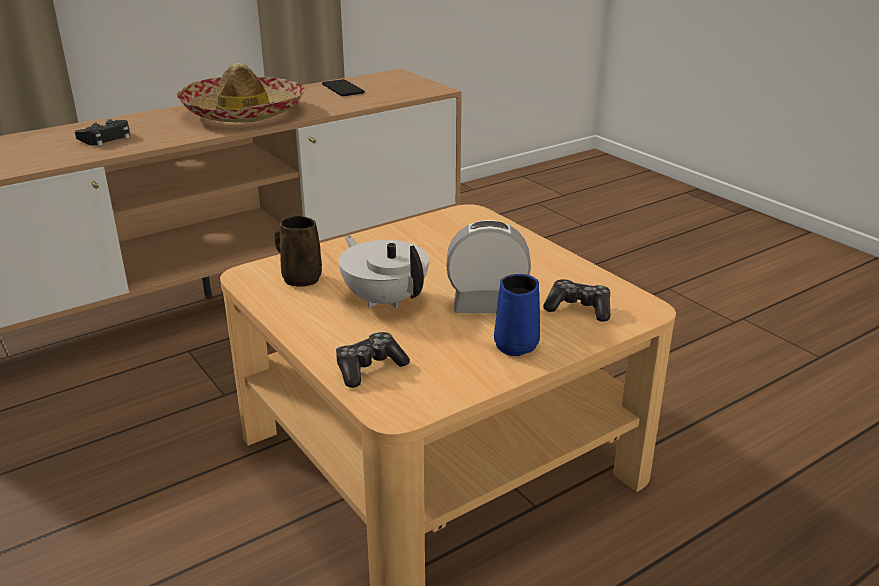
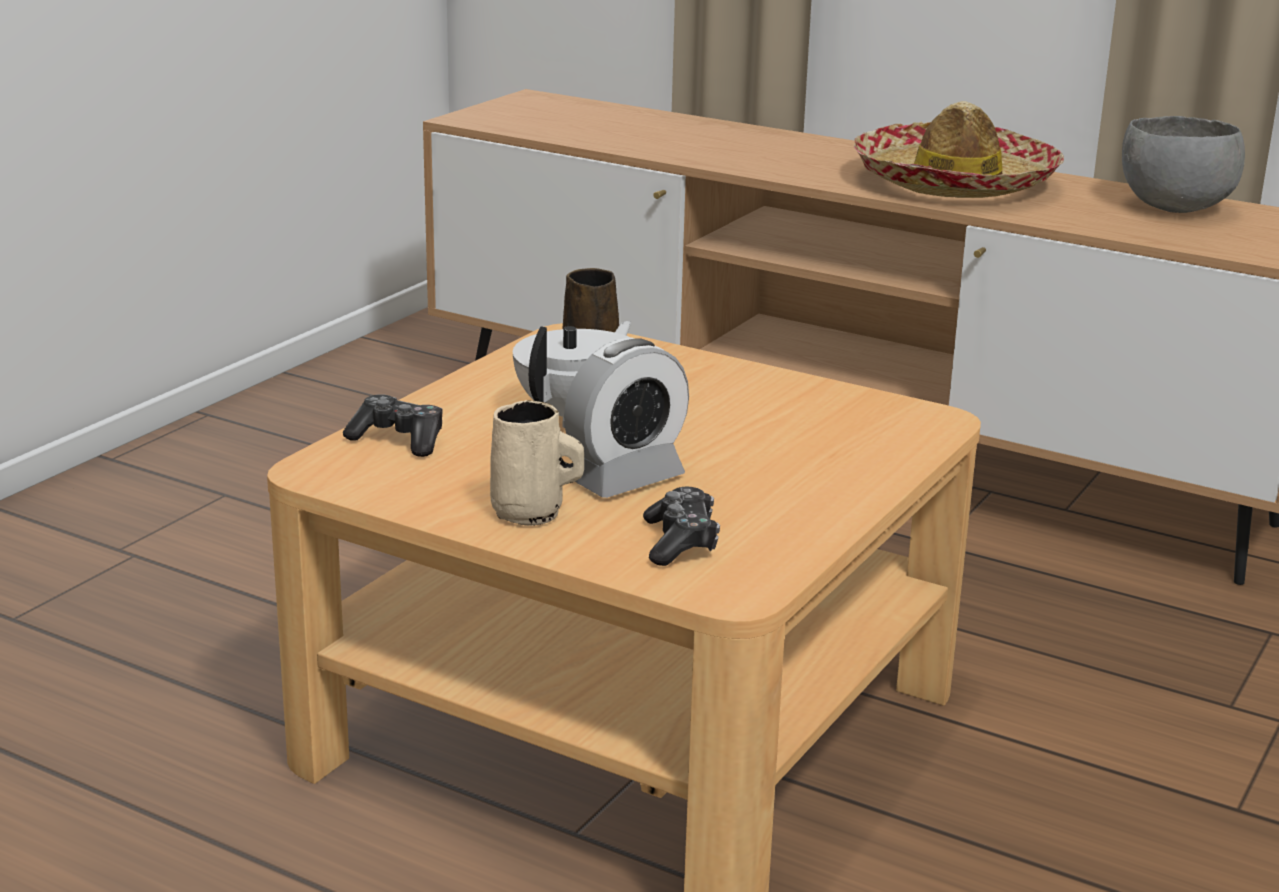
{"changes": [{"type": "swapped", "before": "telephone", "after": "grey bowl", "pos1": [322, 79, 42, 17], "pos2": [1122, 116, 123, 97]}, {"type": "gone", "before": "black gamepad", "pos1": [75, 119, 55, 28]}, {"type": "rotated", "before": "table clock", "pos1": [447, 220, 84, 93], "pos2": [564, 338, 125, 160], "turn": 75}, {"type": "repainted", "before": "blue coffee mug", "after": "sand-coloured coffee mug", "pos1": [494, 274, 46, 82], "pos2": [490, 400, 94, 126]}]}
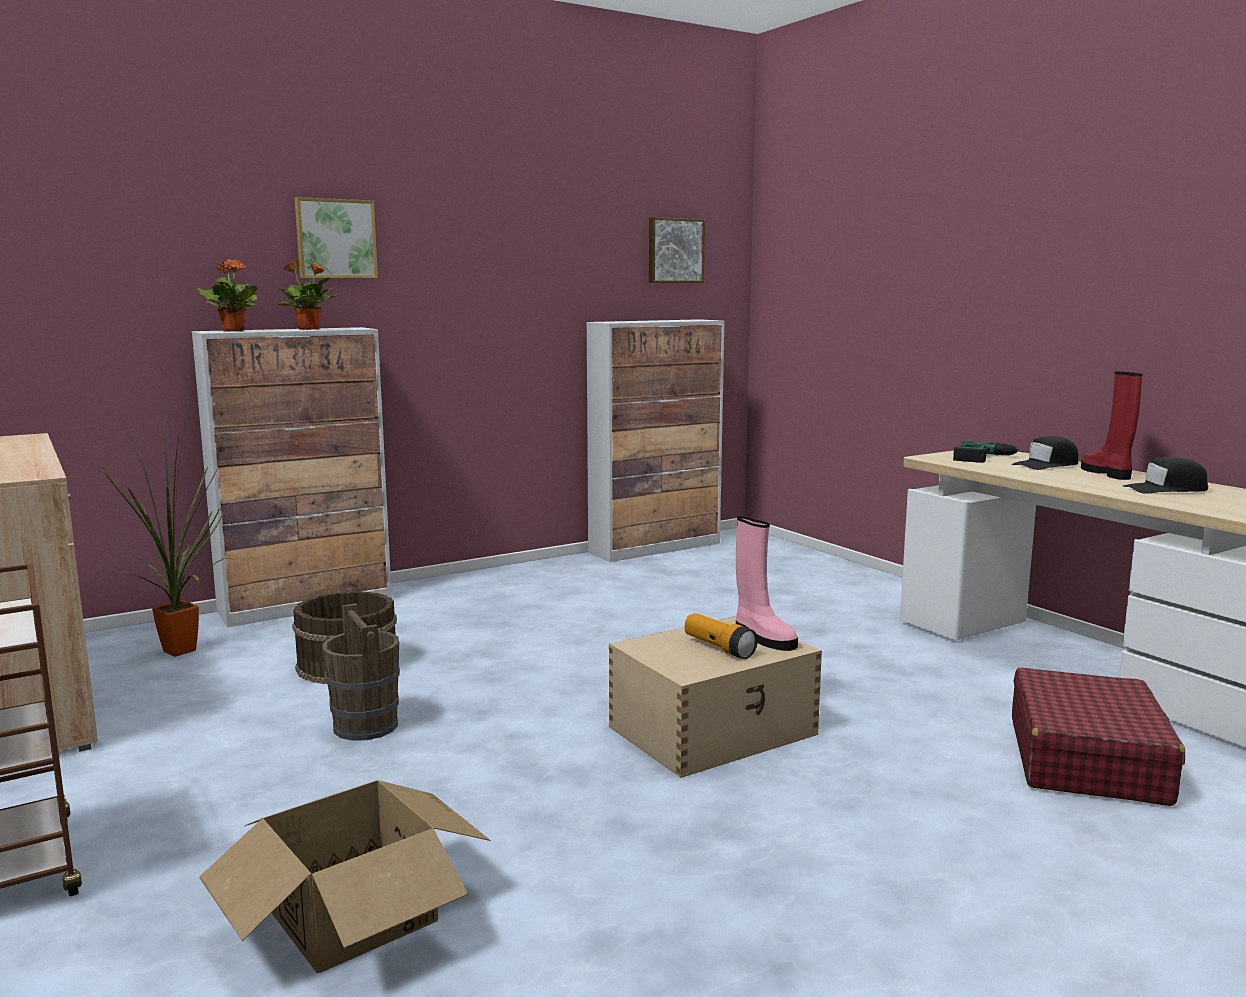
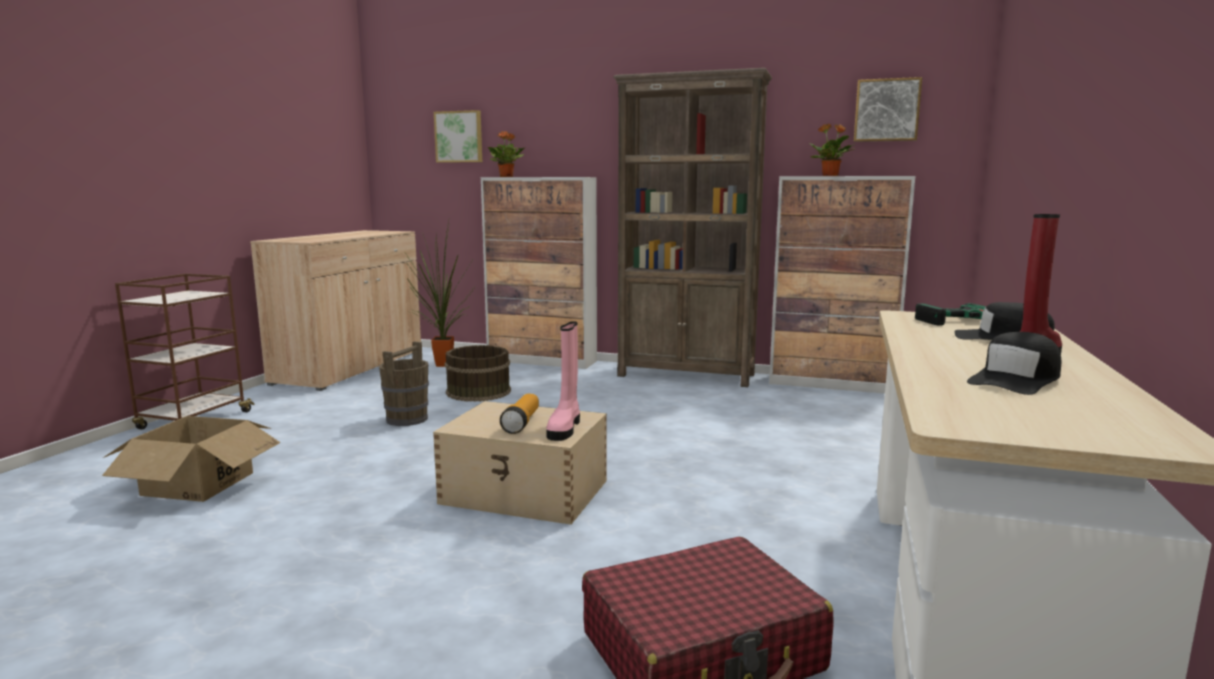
{"changes": [{"type": "shifted", "before": "picture", "pos1": [295, 197, 83, 81], "pos2": [434, 110, 48, 53]}, {"type": "shifted", "before": "potted plant", "pos1": [275, 260, 64, 70], "pos2": [809, 124, 46, 52]}, {"type": "rotated", "before": "black cap", "pos1": [1123, 457, 85, 37], "pos2": [967, 332, 94, 63], "turn": -90}, {"type": "new", "after": "brown-coloured shelving unit", "pos2": [613, 68, 159, 319]}]}
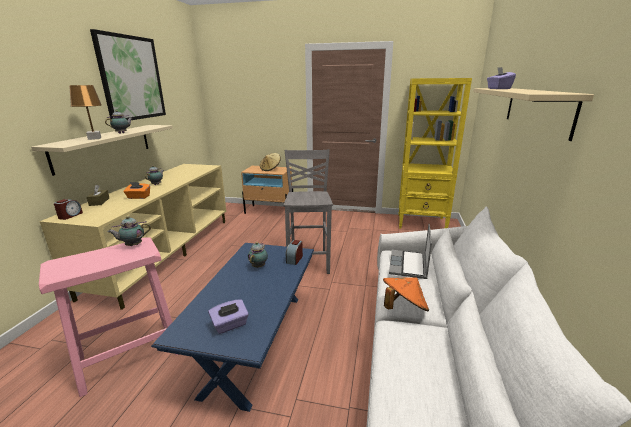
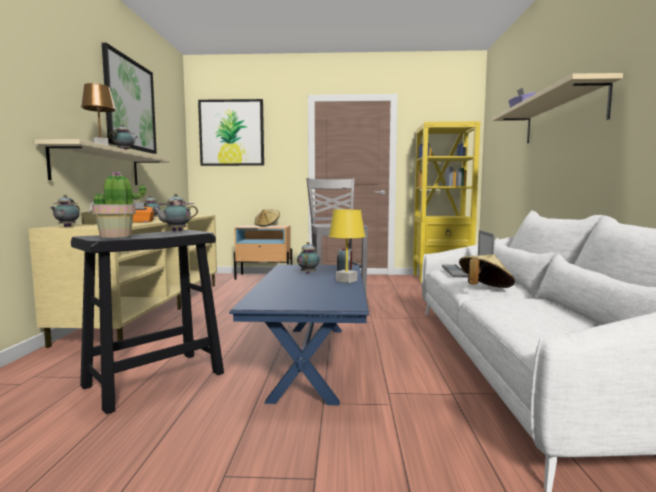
{"changes": [{"type": "swapped", "before": "table clock", "after": "teapot", "pos1": [54, 199, 29, 21], "pos2": [50, 195, 30, 32]}, {"type": "repainted", "before": "pink stool seat", "after": "black stool seat", "pos1": [39, 237, 140, 160], "pos2": [71, 230, 153, 184]}, {"type": "repainted", "before": "orange-coloured hat", "after": "sand-coloured hat", "pos1": [383, 277, 46, 35], "pos2": [459, 254, 56, 34]}, {"type": "gone", "before": "purplish tissue box", "pos1": [208, 300, 41, 34]}, {"type": "new", "after": "picture", "pos2": [198, 99, 66, 67]}, {"type": "new", "after": "potted plant", "pos2": [91, 171, 55, 67]}, {"type": "new", "after": "yellow-coloured tabletop lamp", "pos2": [328, 209, 37, 74]}]}
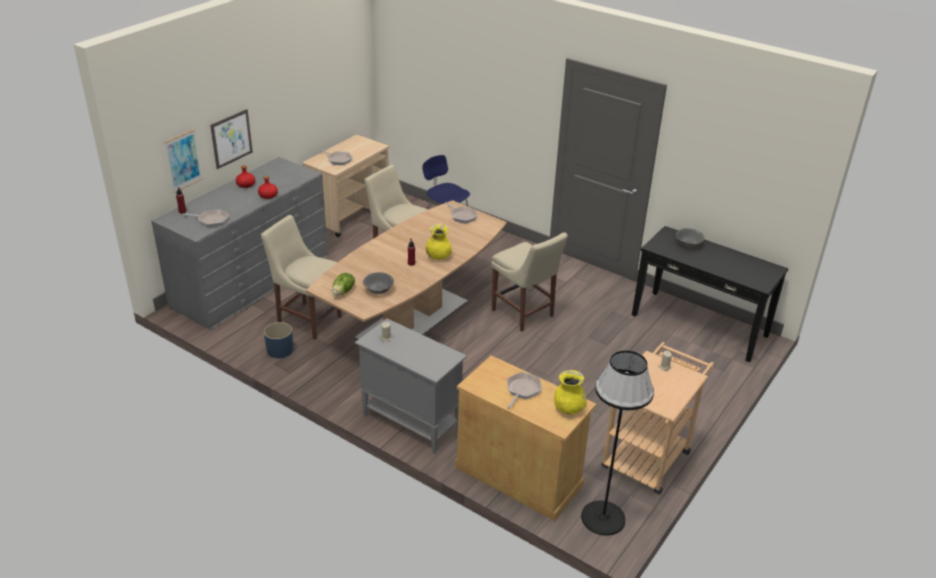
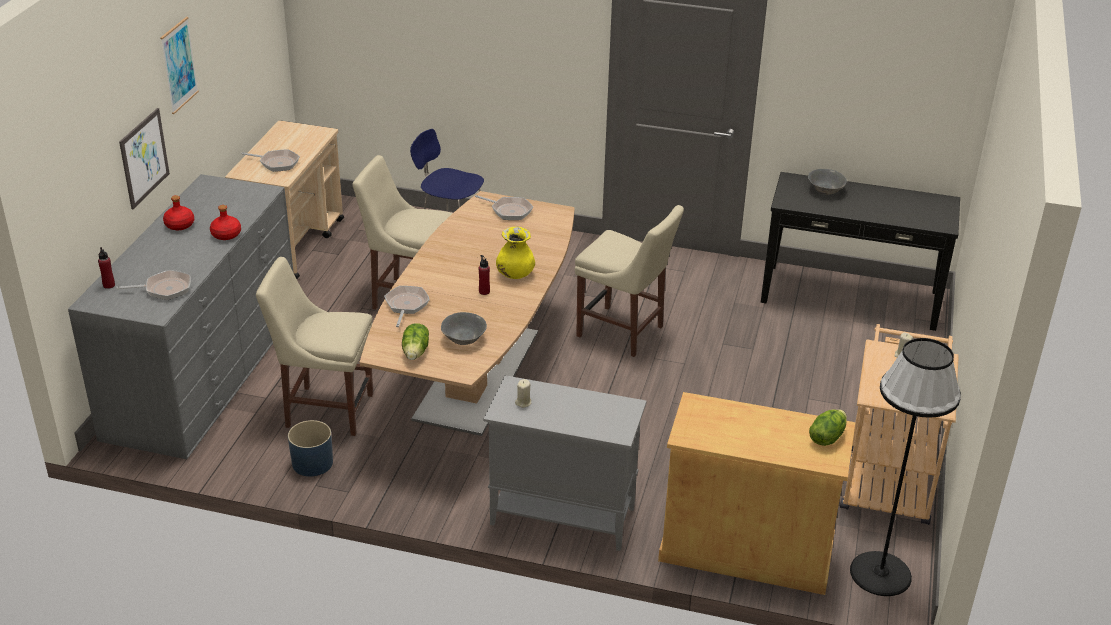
{"changes": [{"type": "shifted", "before": "picture", "pos1": [164, 129, 38, 64], "pos2": [160, 17, 39, 97]}, {"type": "swapped", "before": "yellow-coloured decorative vase", "after": "head of lettuce", "pos1": [554, 370, 33, 44], "pos2": [809, 409, 38, 37]}, {"type": "shifted", "before": "frying pan", "pos1": [507, 372, 35, 37], "pos2": [384, 286, 46, 41]}]}
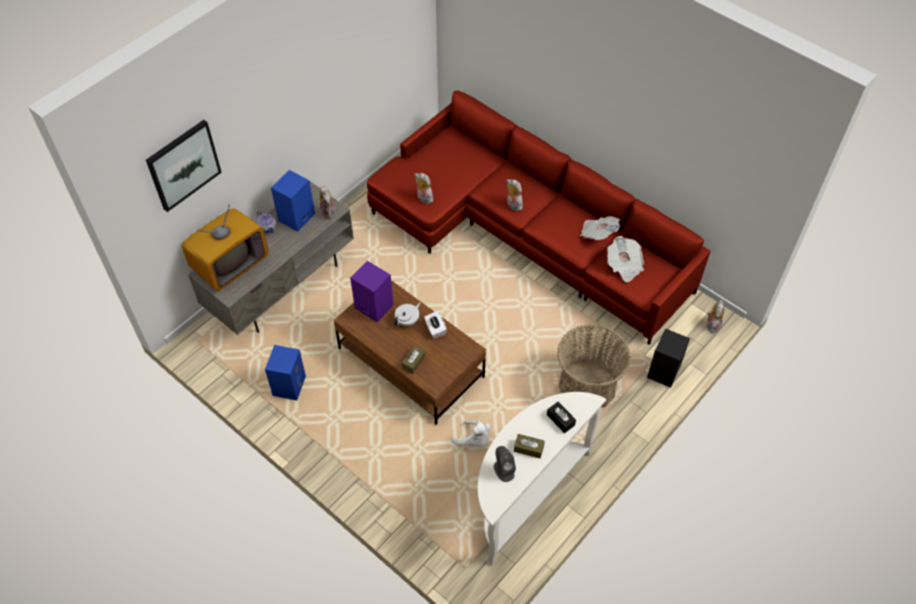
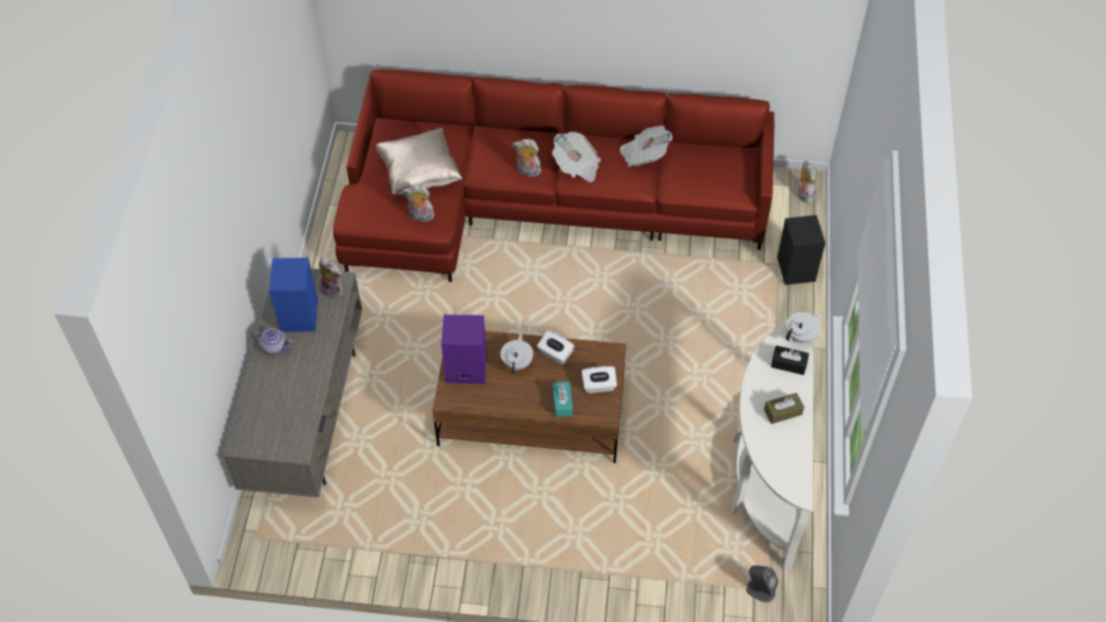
{"changes": [{"type": "gone", "before": "picture", "pos1": [146, 120, 76, 92]}, {"type": "gone", "before": "TV", "pos1": [182, 204, 87, 87]}, {"type": "shifted", "before": "daily paper", "pos1": [607, 236, 37, 46], "pos2": [552, 132, 49, 50]}, {"type": "gone", "before": "storage basket", "pos1": [557, 324, 74, 84]}, {"type": "gone", "before": "blue loudspeaker", "pos1": [265, 345, 41, 55]}, {"type": "repainted", "before": "brown-coloured tissue box", "after": "blue-green tissue box", "pos1": [402, 345, 24, 29], "pos2": [553, 382, 20, 35]}, {"type": "gone", "before": "white cuddly toy", "pos1": [452, 421, 38, 26]}, {"type": "shifted", "before": "grey loudspeaker", "pos1": [494, 446, 22, 36], "pos2": [746, 565, 33, 37]}, {"type": "new", "after": "sand-coloured cushion", "pos2": [376, 128, 86, 66]}, {"type": "new", "after": "white teapot", "pos2": [786, 312, 37, 31]}, {"type": "new", "after": "white tissue box", "pos2": [582, 366, 35, 27]}]}
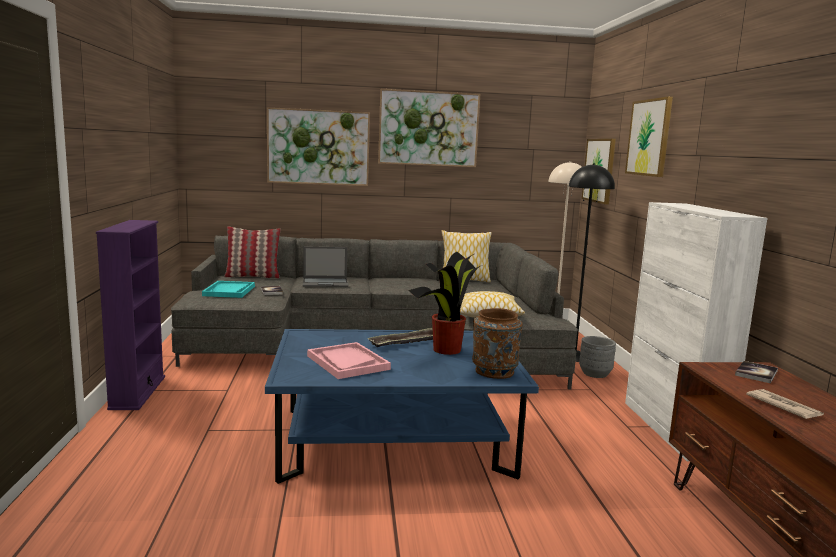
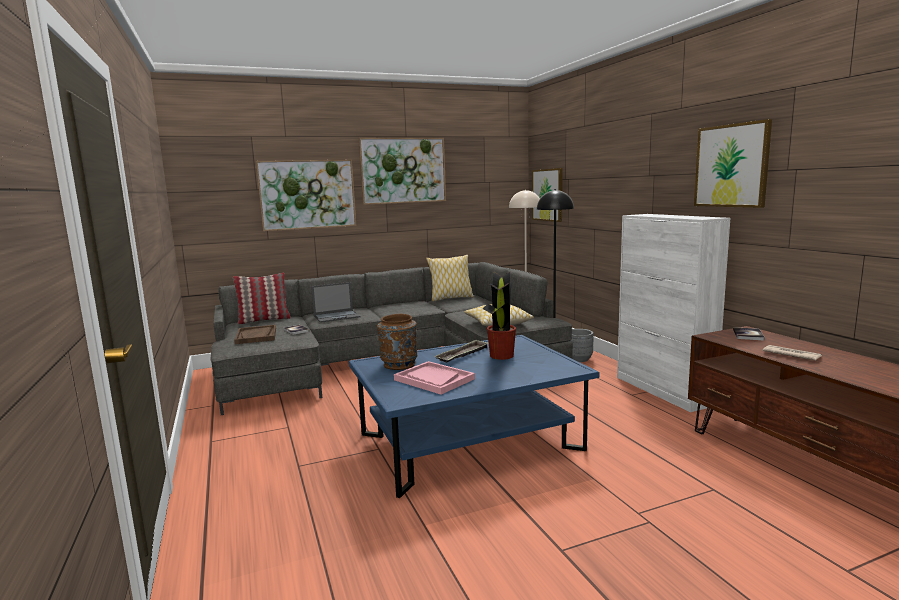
{"changes": [{"type": "shifted", "before": "picture", "pos1": [625, 97, 48, 80], "pos2": [694, 119, 78, 89]}, {"type": "gone", "before": "purplish shelving unit", "pos1": [96, 220, 69, 190]}, {"type": "repainted", "before": "blue-green serving tray", "after": "brown-coloured serving tray", "pos1": [202, 281, 53, 17], "pos2": [234, 325, 42, 19]}, {"type": "shifted", "before": "brown-coloured decorative vase", "pos1": [472, 308, 51, 71], "pos2": [377, 314, 40, 56]}]}
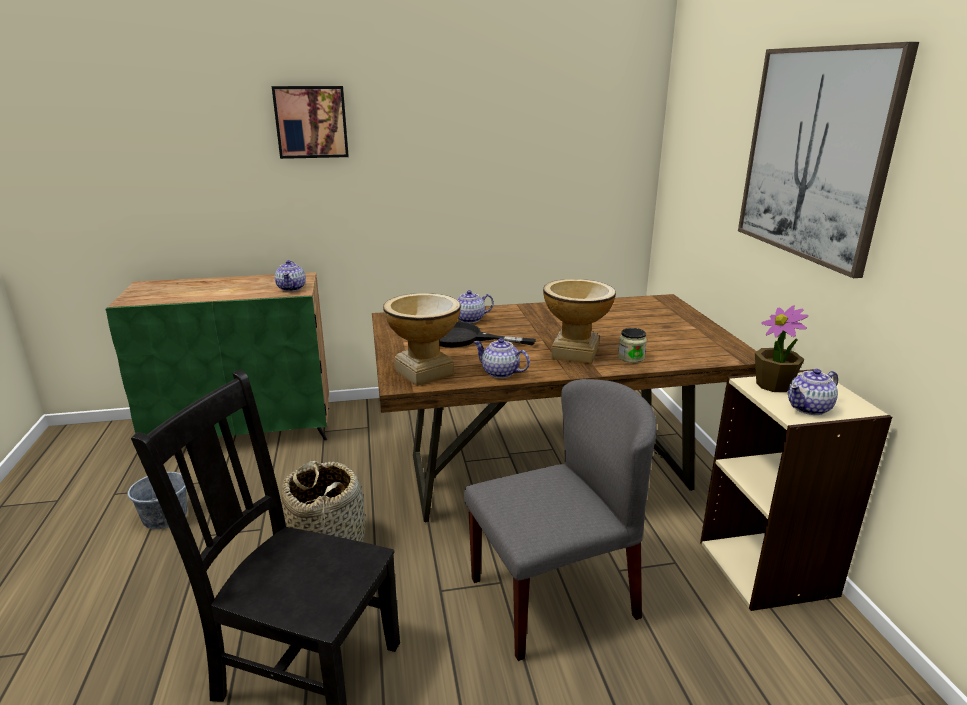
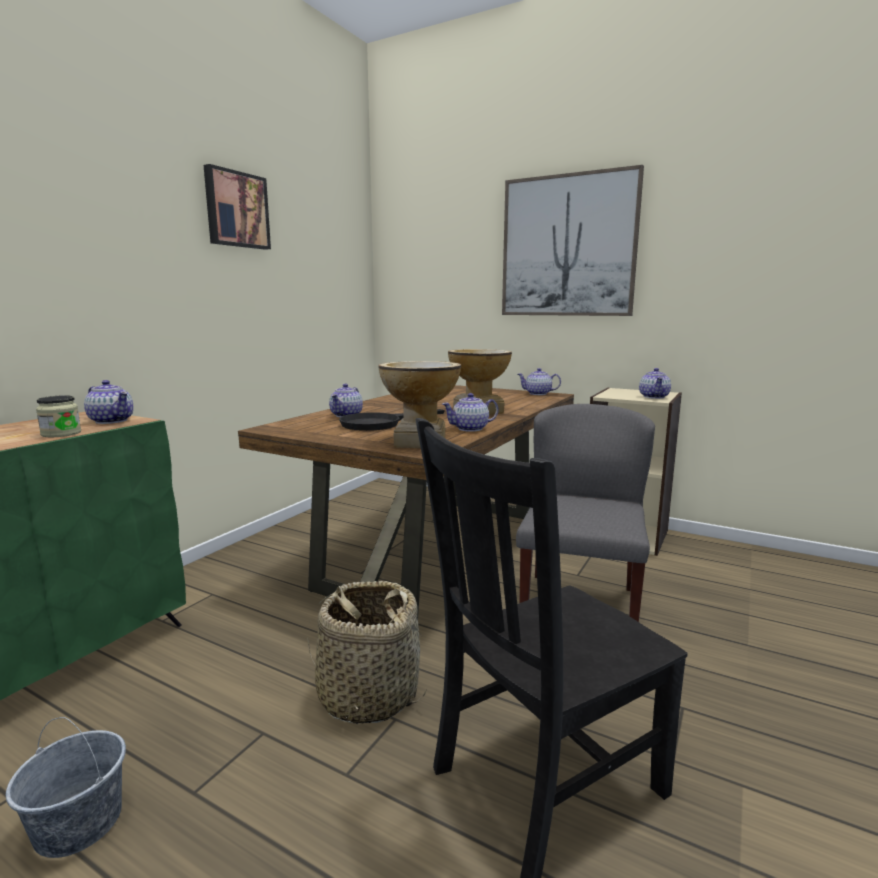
{"changes": [{"type": "shifted", "before": "picture", "pos1": [272, 86, 77, 73], "pos2": [204, 164, 67, 86]}, {"type": "gone", "before": "potted plant", "pos1": [755, 306, 53, 86]}, {"type": "shifted", "before": "jar", "pos1": [618, 328, 29, 35], "pos2": [36, 395, 45, 42]}, {"type": "new", "after": "teapot", "pos2": [518, 368, 43, 27]}]}
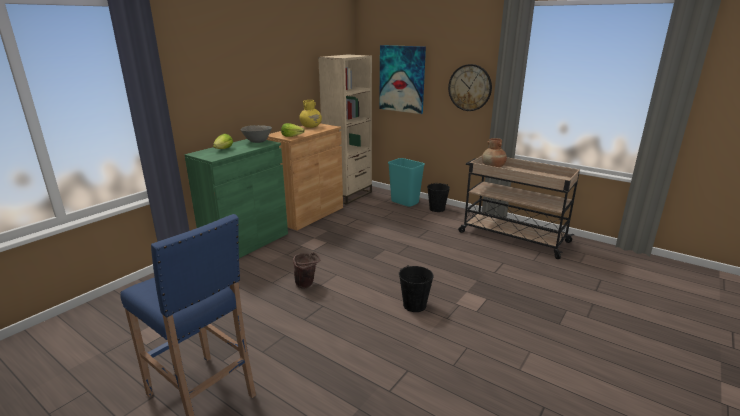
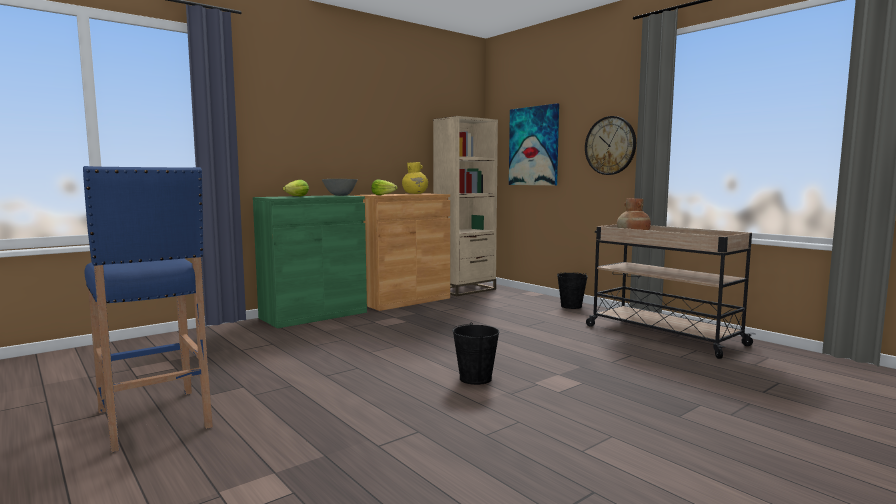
{"changes": [{"type": "gone", "before": "blue-green rubbish bin", "pos1": [388, 158, 37, 49]}, {"type": "gone", "before": "brown-coloured bucket", "pos1": [293, 252, 28, 37]}]}
